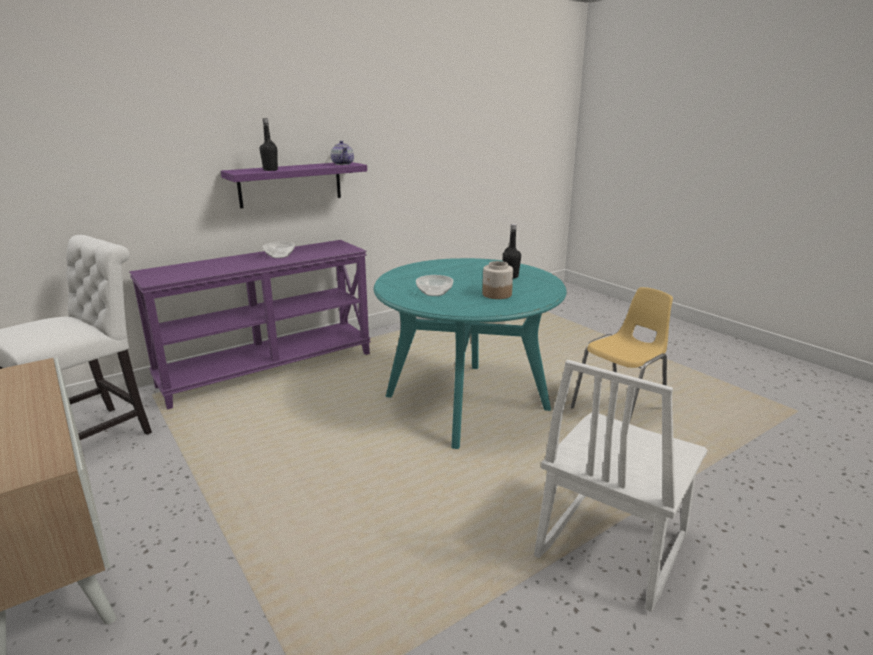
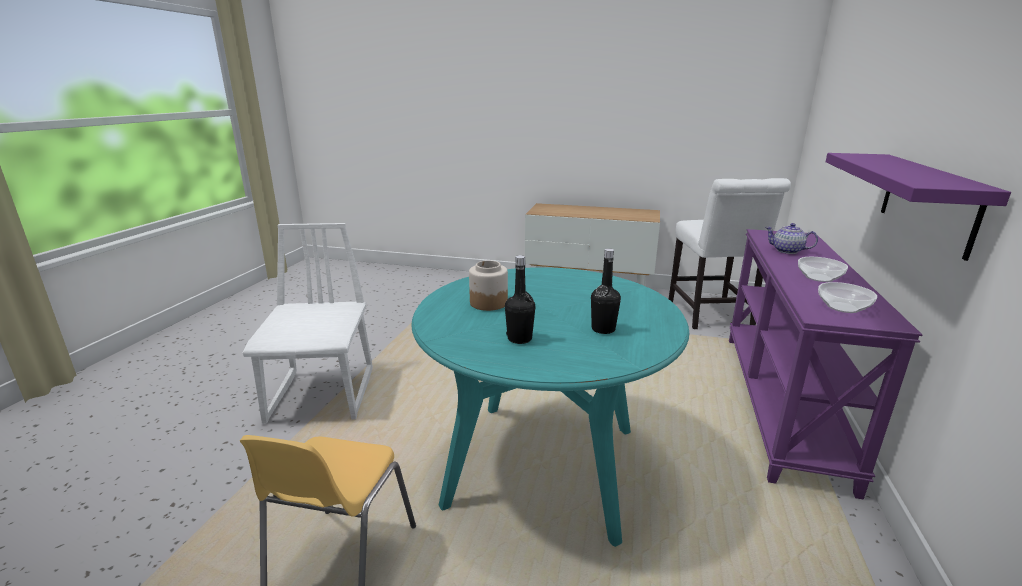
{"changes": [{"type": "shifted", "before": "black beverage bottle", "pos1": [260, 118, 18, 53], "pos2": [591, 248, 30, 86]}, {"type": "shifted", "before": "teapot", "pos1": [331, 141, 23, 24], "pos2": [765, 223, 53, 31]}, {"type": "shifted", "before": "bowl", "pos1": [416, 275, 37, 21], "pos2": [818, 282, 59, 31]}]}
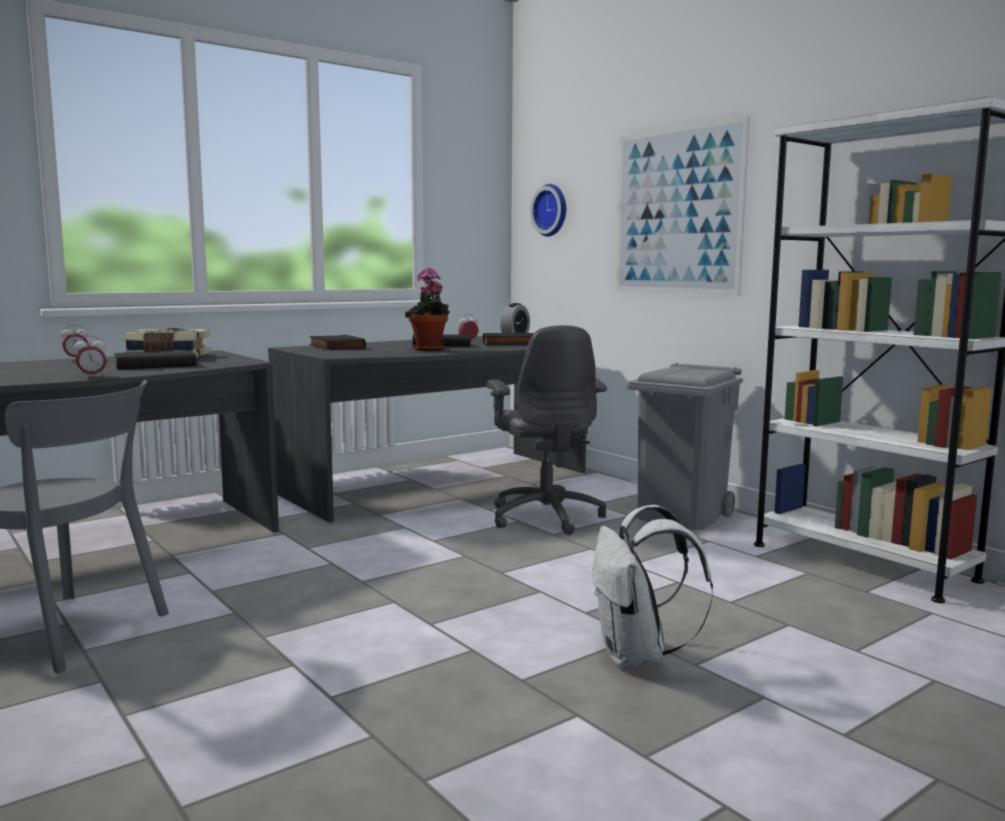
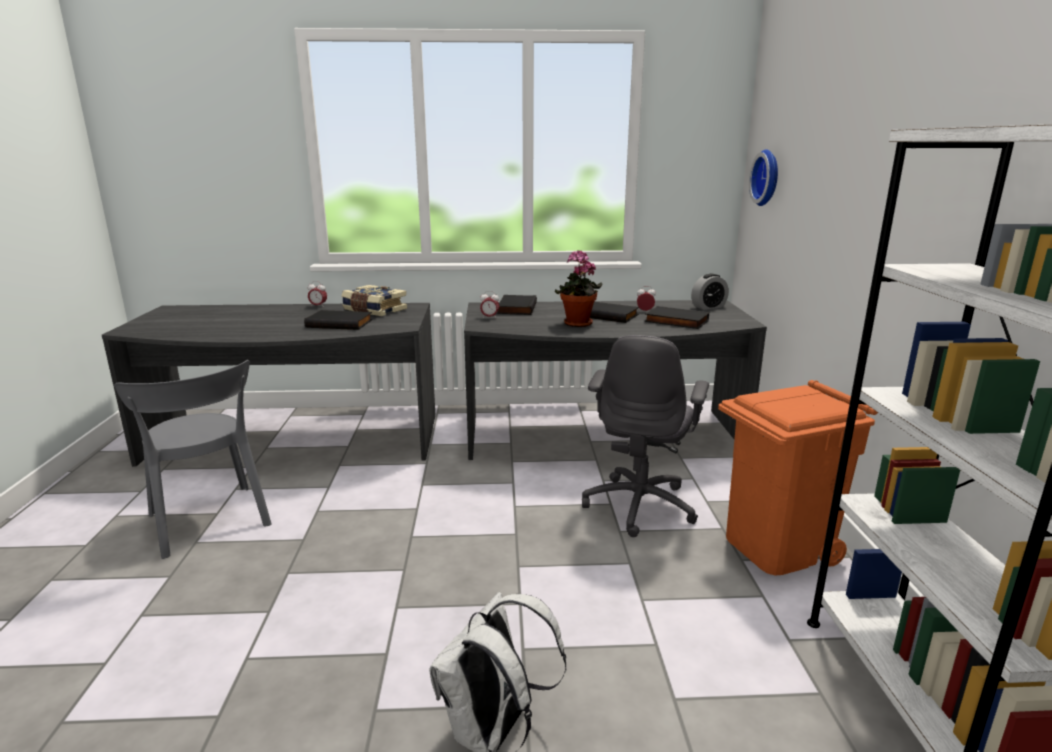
{"changes": [{"type": "gone", "before": "picture", "pos1": [615, 116, 135, 180]}, {"type": "shifted", "before": "table clock", "pos1": [74, 336, 33, 42], "pos2": [480, 291, 19, 27]}, {"type": "repainted", "before": "grey rubbish bin", "after": "orange-coloured rubbish bin", "pos1": [626, 363, 117, 167], "pos2": [718, 380, 160, 196]}]}
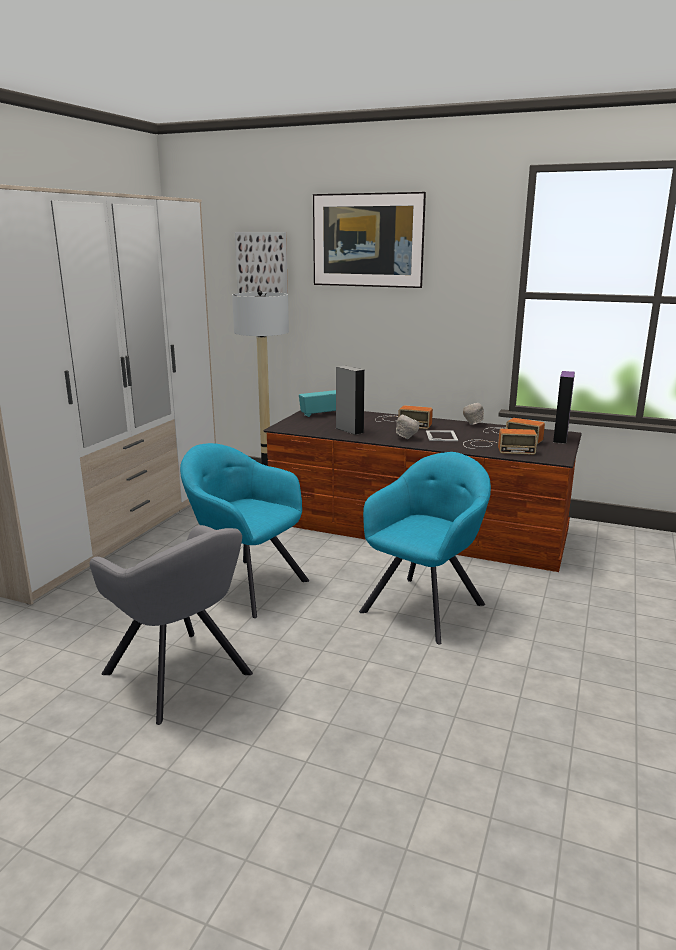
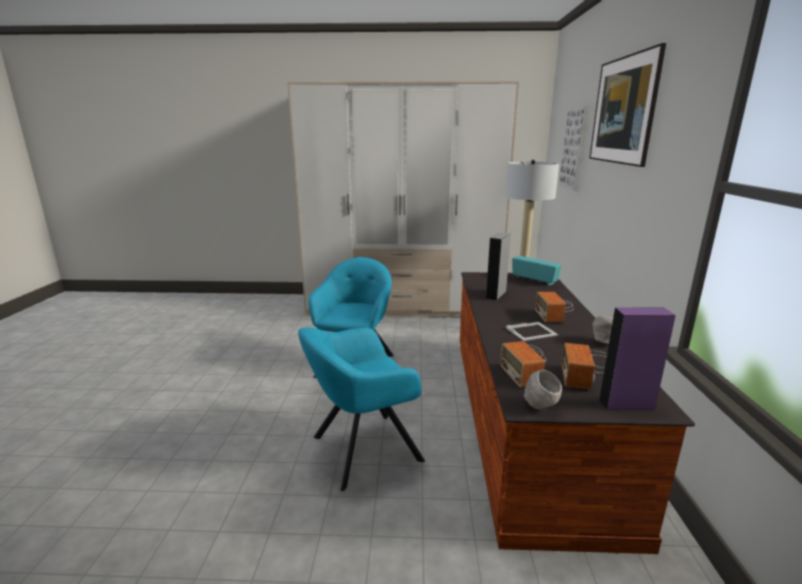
{"changes": [{"type": "shifted", "before": "grey bowl", "pos1": [396, 414, 24, 25], "pos2": [524, 370, 38, 39]}, {"type": "rotated", "before": "blue-green lounge chair", "pos1": [359, 452, 132, 193], "pos2": [298, 327, 127, 164], "turn": 135}, {"type": "gone", "before": "grey lounge chair", "pos1": [90, 525, 163, 200]}]}
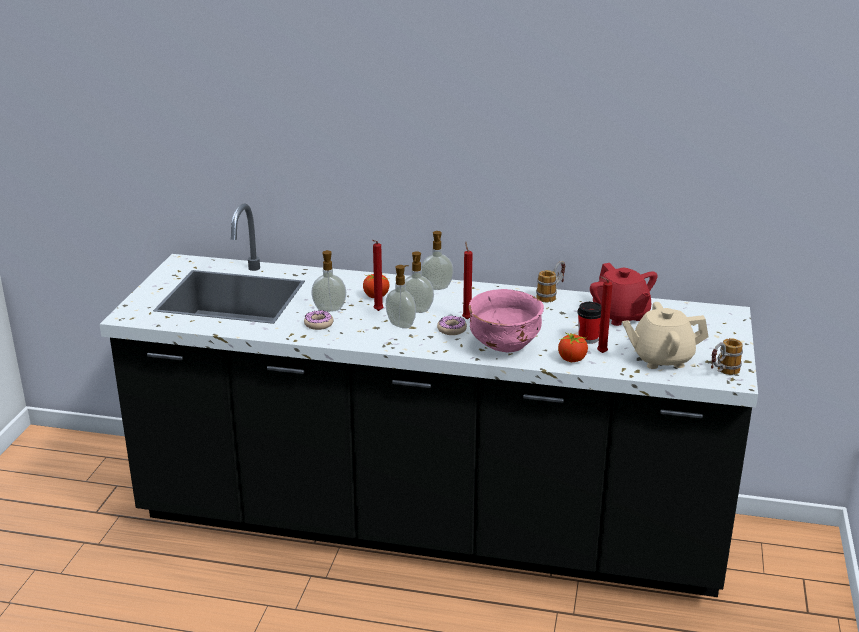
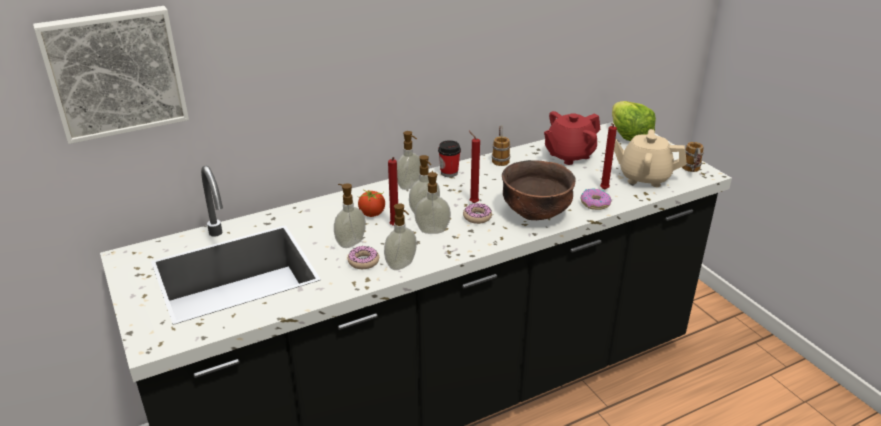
{"changes": [{"type": "rotated", "before": "red-coloured teapot", "pos1": [590, 263, 68, 63], "pos2": [544, 111, 56, 54], "turn": 120}, {"type": "repainted", "before": "pink bowl", "after": "brown-coloured bowl", "pos1": [469, 289, 75, 63], "pos2": [502, 160, 74, 60]}, {"type": "shifted", "before": "small cup", "pos1": [577, 302, 25, 42], "pos2": [438, 140, 23, 37]}, {"type": "rotated", "before": "sand-coloured teapot", "pos1": [622, 302, 87, 67], "pos2": [614, 129, 73, 58], "turn": 60}, {"type": "swapped", "before": "tomato", "after": "donut", "pos1": [558, 332, 30, 30], "pos2": [581, 189, 30, 21]}, {"type": "new", "after": "picture", "pos2": [33, 6, 156, 138]}, {"type": "new", "after": "head of lettuce", "pos2": [612, 101, 44, 40]}, {"type": "new", "after": "soap bottle", "pos2": [384, 203, 33, 67]}]}
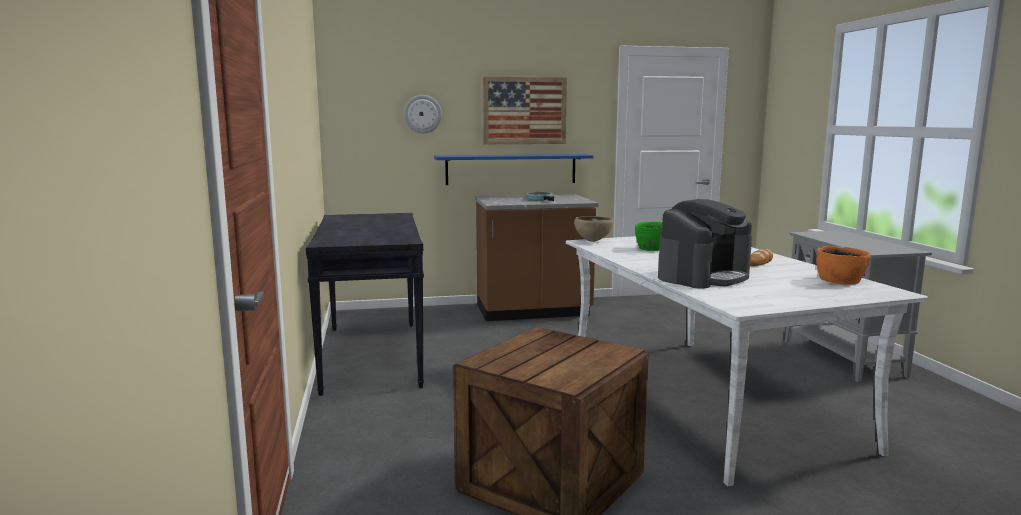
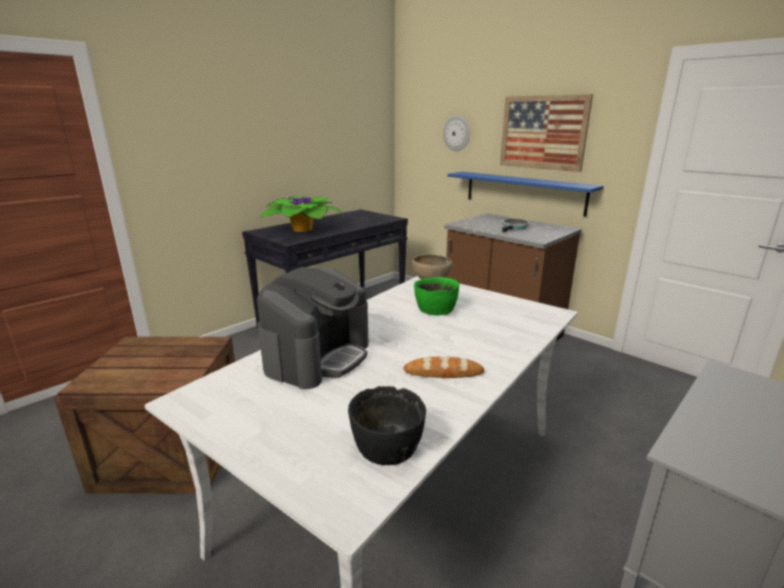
{"changes": [{"type": "rotated", "before": "coffee maker", "pos1": [658, 199, 94, 90], "pos2": [257, 267, 112, 122], "turn": -75}, {"type": "repainted", "before": "orange-coloured bowl", "after": "black bowl", "pos1": [816, 246, 54, 39], "pos2": [348, 386, 78, 79]}, {"type": "new", "after": "potted plant", "pos2": [261, 196, 82, 36]}]}
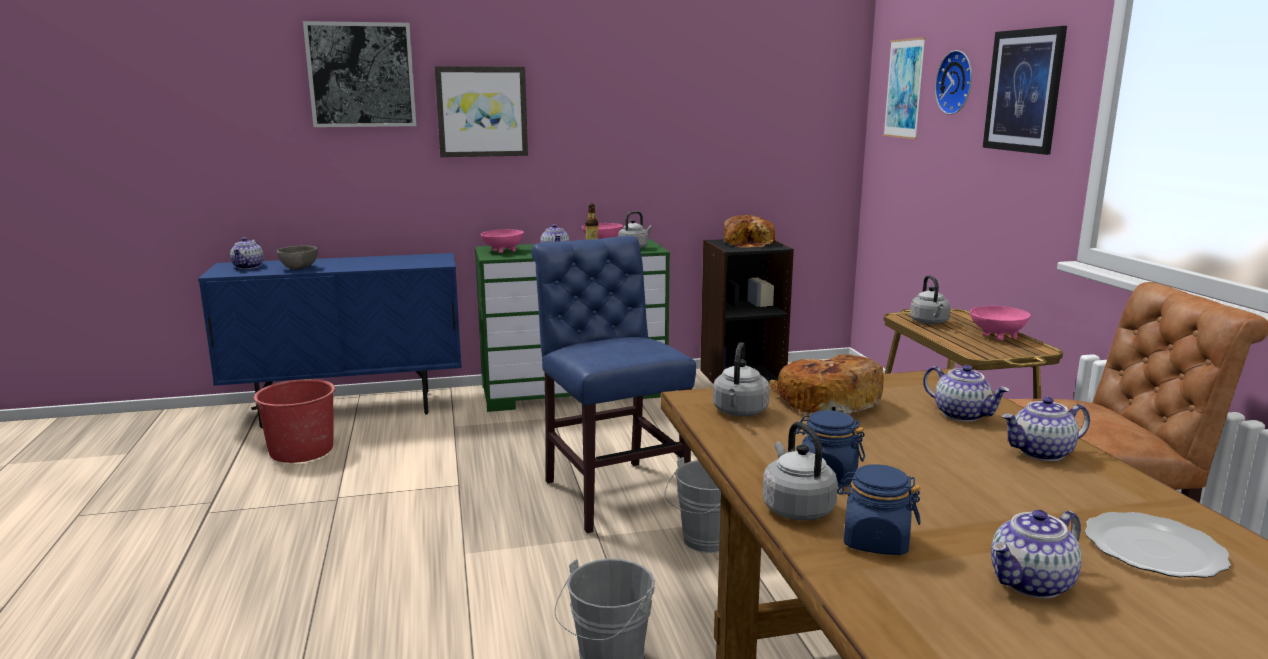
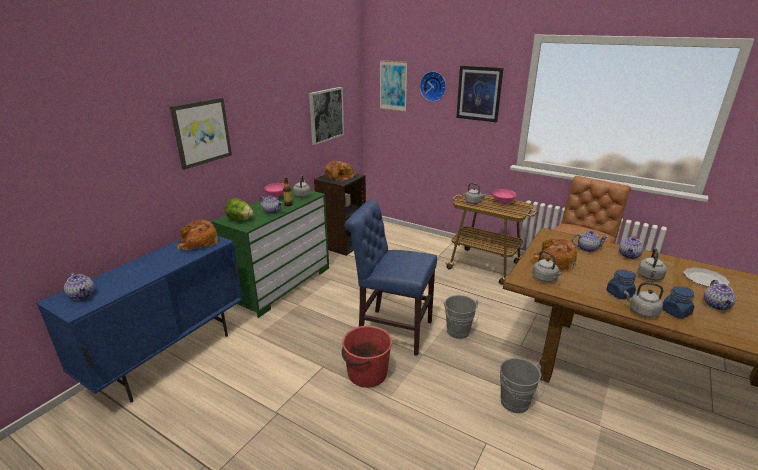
{"changes": [{"type": "shifted", "before": "picture", "pos1": [303, 21, 114, 106], "pos2": [309, 87, 35, 58]}, {"type": "swapped", "before": "pink bowl", "after": "head of lettuce", "pos1": [481, 229, 43, 24], "pos2": [225, 198, 28, 23]}, {"type": "gone", "before": "grey bowl", "pos1": [277, 245, 41, 25]}, {"type": "shifted", "before": "red-coloured bucket", "pos1": [251, 379, 84, 84], "pos2": [342, 326, 50, 62]}, {"type": "new", "after": "bread", "pos2": [177, 220, 41, 30]}, {"type": "new", "after": "grey tea kettle", "pos2": [638, 248, 29, 33]}]}
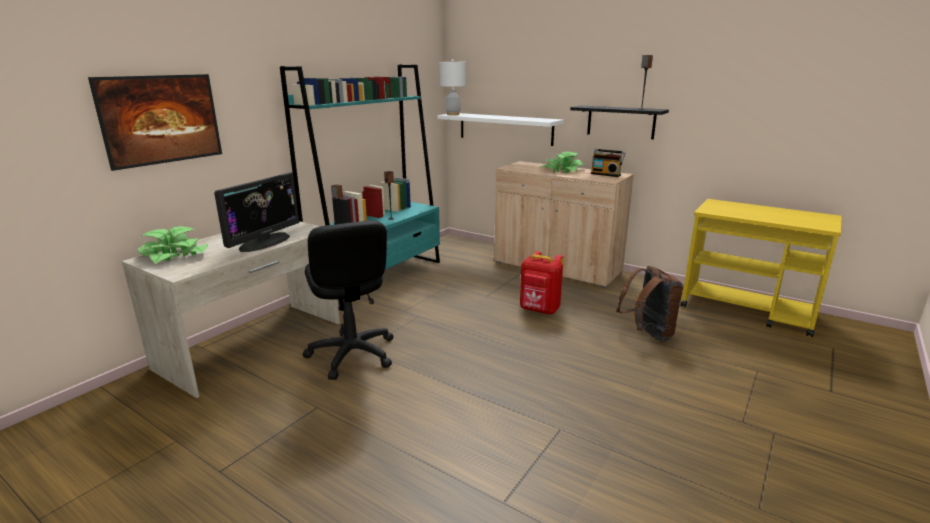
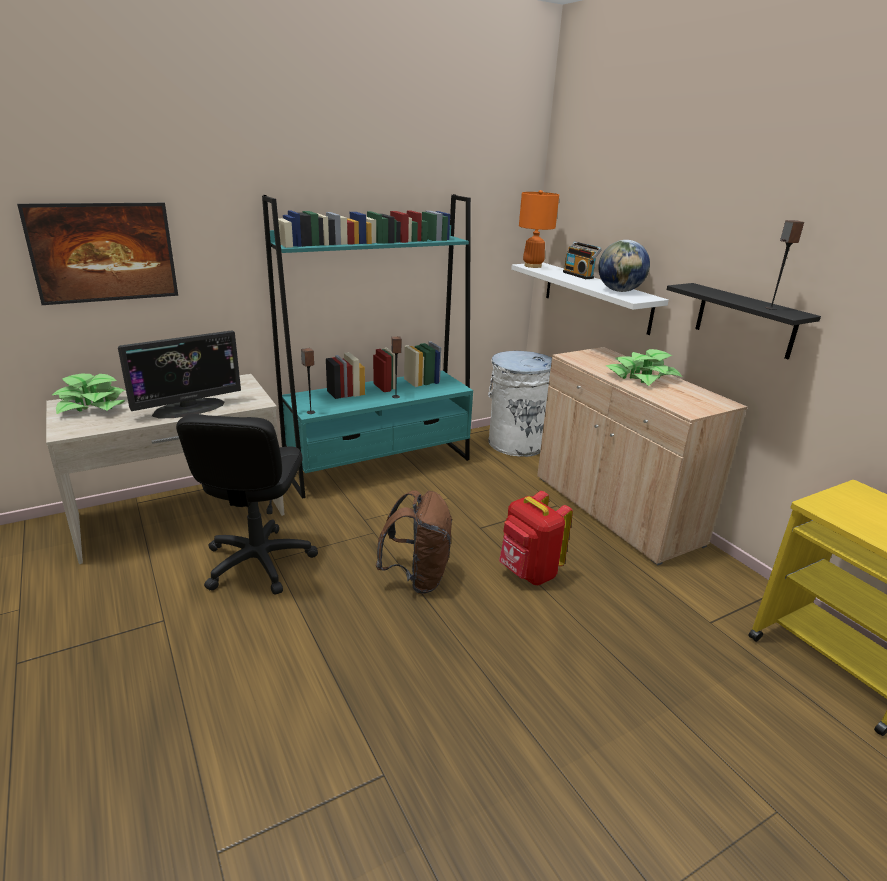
{"changes": [{"type": "repainted", "before": "white tabletop lamp", "after": "orange-coloured tabletop lamp", "pos1": [439, 59, 27, 56], "pos2": [519, 190, 40, 78]}, {"type": "shifted", "before": "radio set", "pos1": [591, 149, 34, 28], "pos2": [563, 242, 39, 37]}, {"type": "shifted", "before": "brown-coloured rucksack", "pos1": [616, 266, 67, 75], "pos2": [376, 490, 77, 104]}, {"type": "new", "after": "desk globe", "pos2": [598, 240, 52, 52]}, {"type": "new", "after": "white rubbish bin", "pos2": [488, 351, 64, 106]}]}
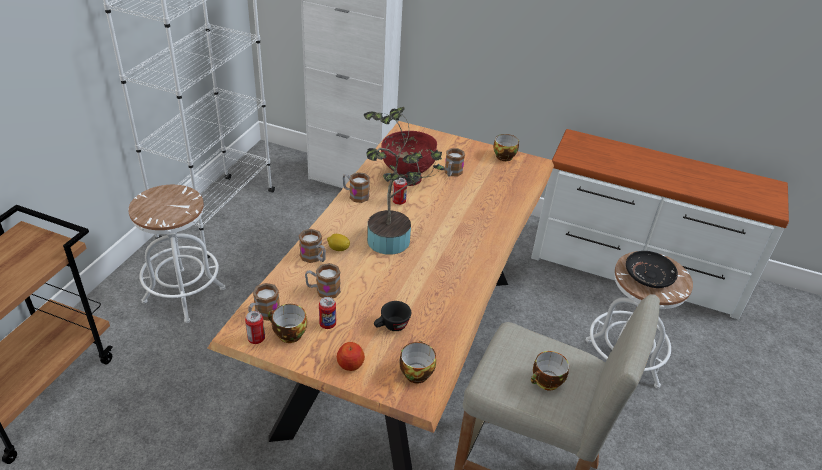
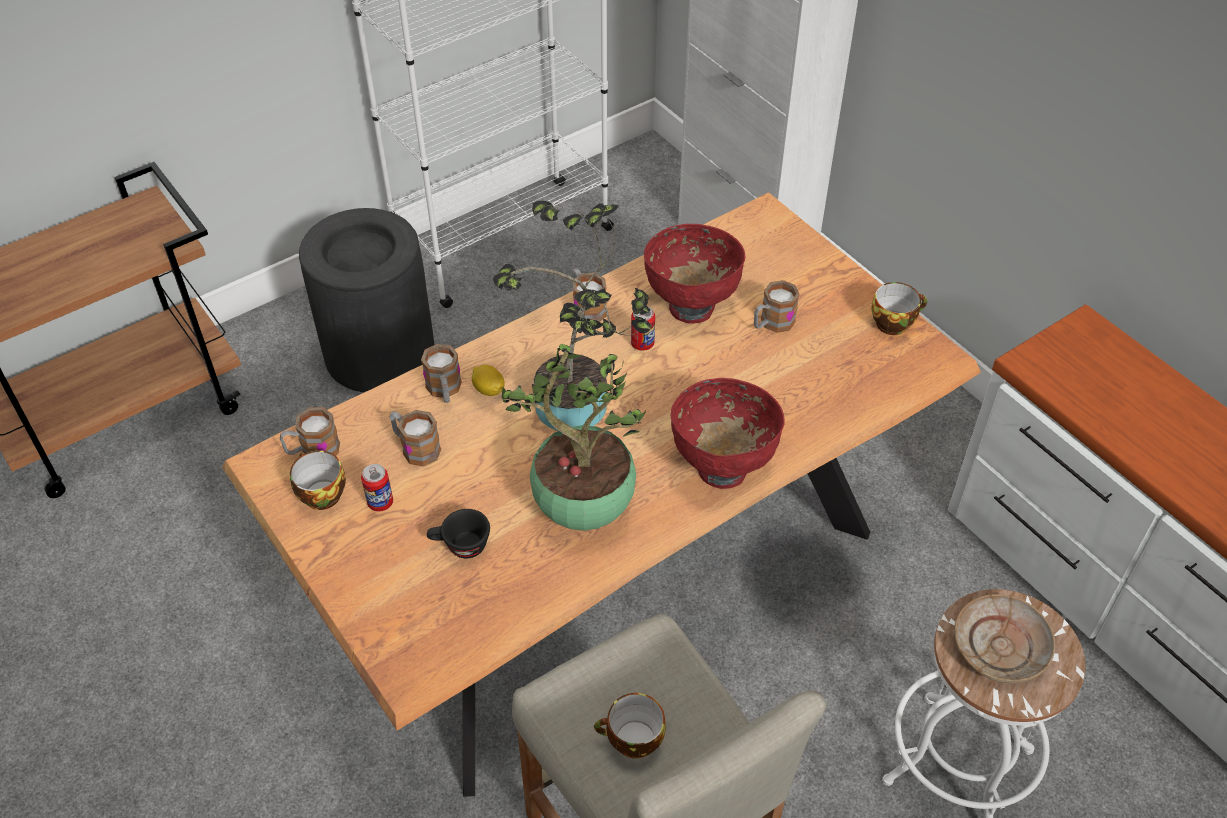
{"changes": [{"type": "swapped", "before": "white stool seat", "after": "black rubbish bin", "pos1": [128, 185, 98, 138], "pos2": [299, 208, 136, 184]}, {"type": "repainted", "before": "black flat dish", "after": "sand-coloured flat dish", "pos1": [626, 251, 52, 37], "pos2": [954, 594, 102, 89]}, {"type": "gone", "before": "can", "pos1": [245, 311, 20, 33]}, {"type": "gone", "before": "small cup", "pos1": [400, 341, 36, 42]}, {"type": "gone", "before": "whole apple", "pos1": [337, 342, 28, 29]}, {"type": "new", "after": "potted plant", "pos2": [502, 344, 144, 187]}, {"type": "new", "after": "red-coloured bowl", "pos2": [670, 378, 115, 111]}]}
